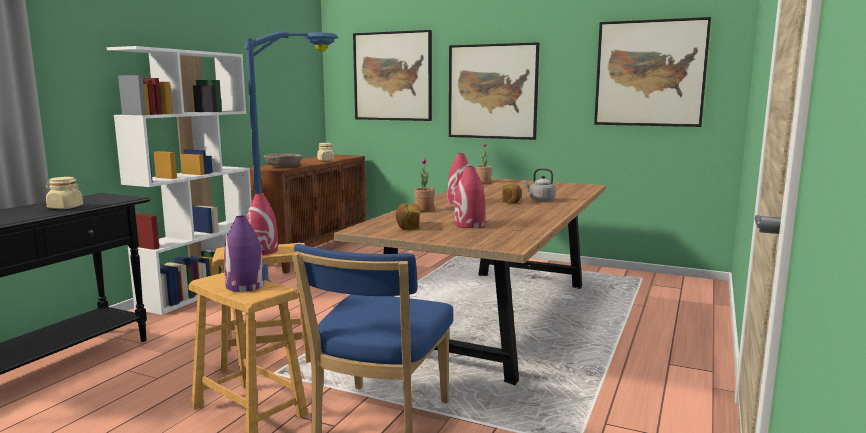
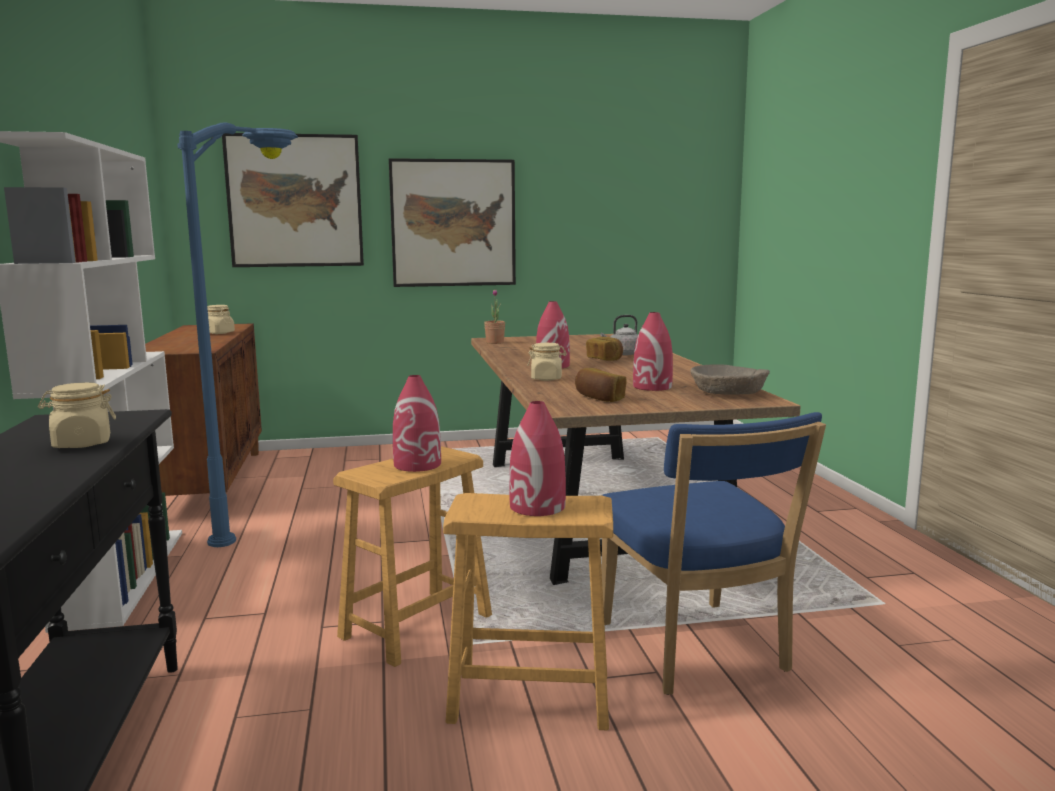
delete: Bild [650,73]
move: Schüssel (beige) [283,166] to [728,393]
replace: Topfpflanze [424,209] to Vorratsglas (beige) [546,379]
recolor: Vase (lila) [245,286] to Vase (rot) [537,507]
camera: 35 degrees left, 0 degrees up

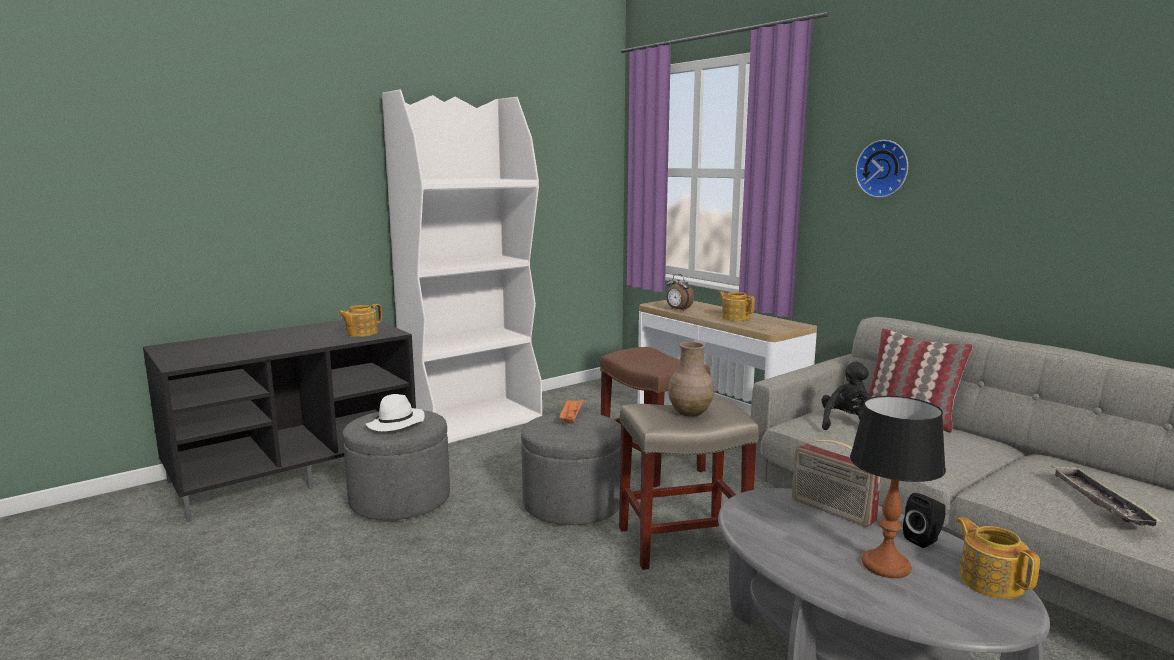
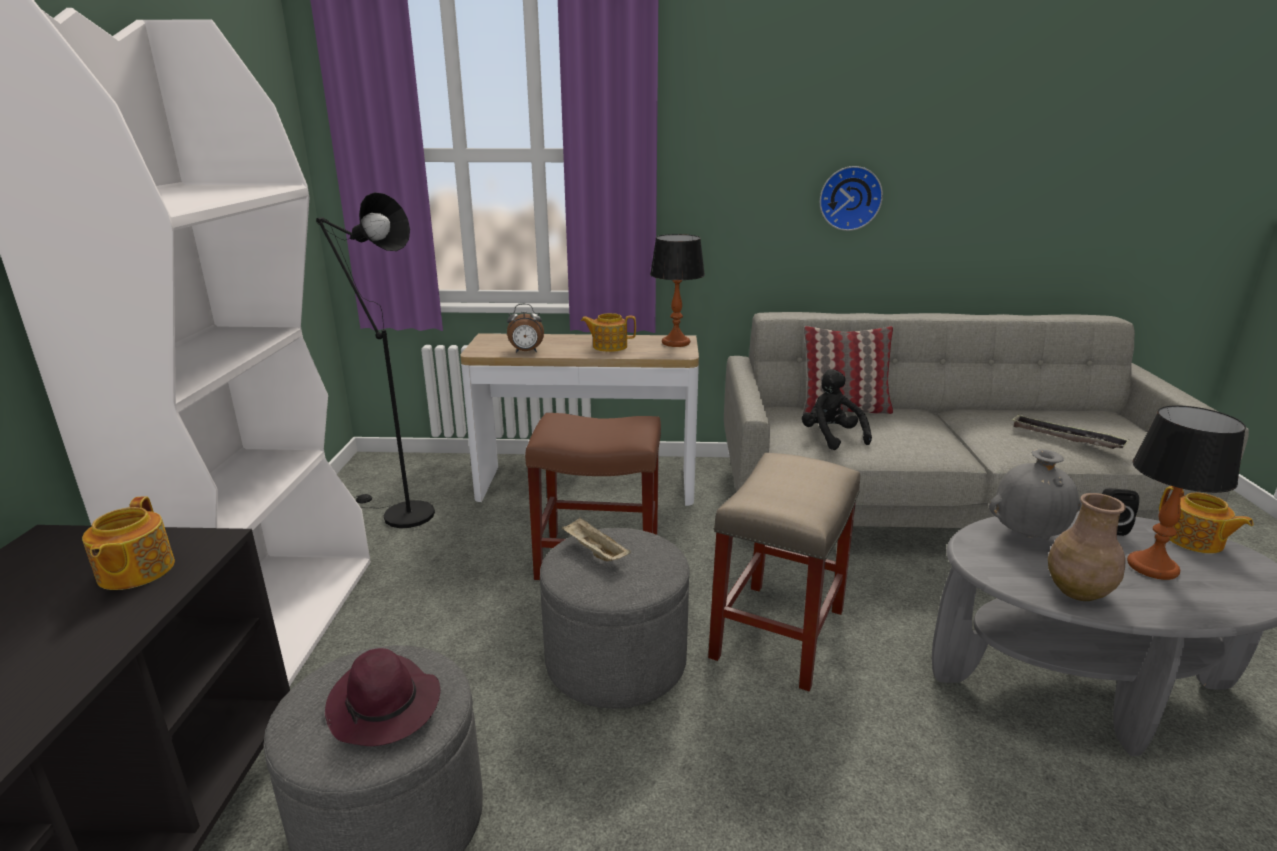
insert: Stehlampe (schwarz) [400,513]; Tischlampe [676,343]
move: Vase (braun) [689,412] to [1078,592]; Wanduhr [883,168] to [849,198]
replace: Radio [831,511] to Vase (grau) [1028,535]
recolor: Hut (weiß) [396,424] to Hut (lila) [385,707]; Tablett (orange) [571,418] to Tablett (beige) [594,552]
rotate: Teekanne [990,581] = [1194,541] 135 degrees counterclockwise
camera: 50 degrees left, 10 degrees up

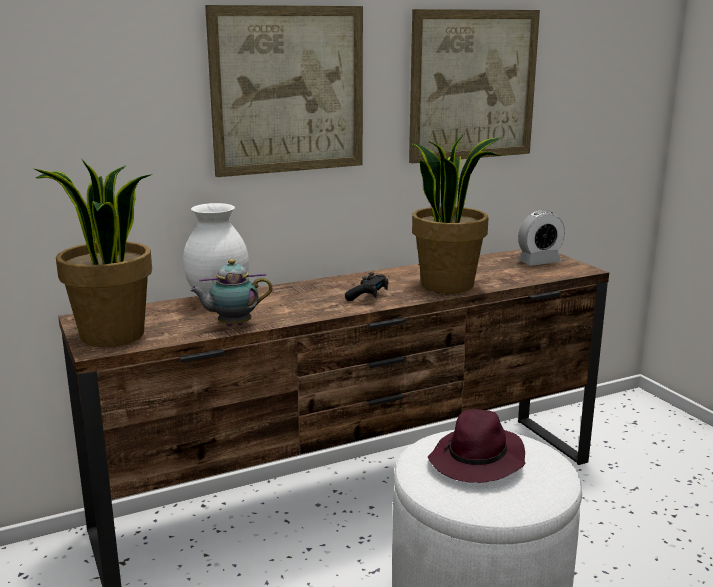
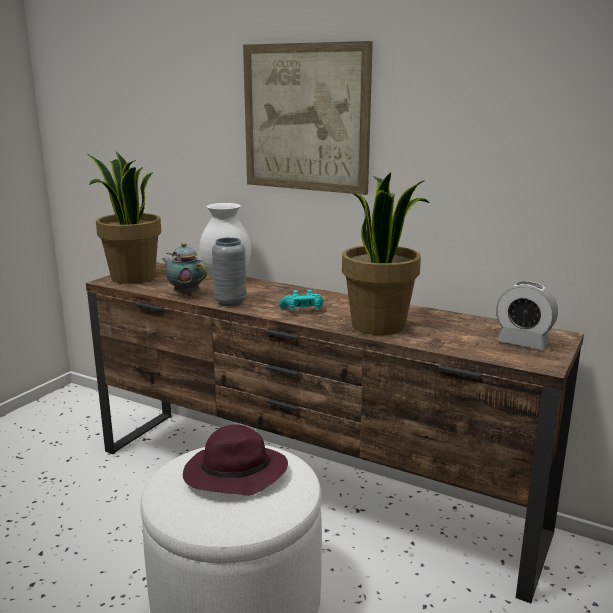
delete: Bild [473,85]
insert: Vase (grau) [230,302]
recolor: Gamepad (schwarz) [368,296] to Gamepad (türkis) [302,310]
camera: 55 degrees right, 0 degrees up

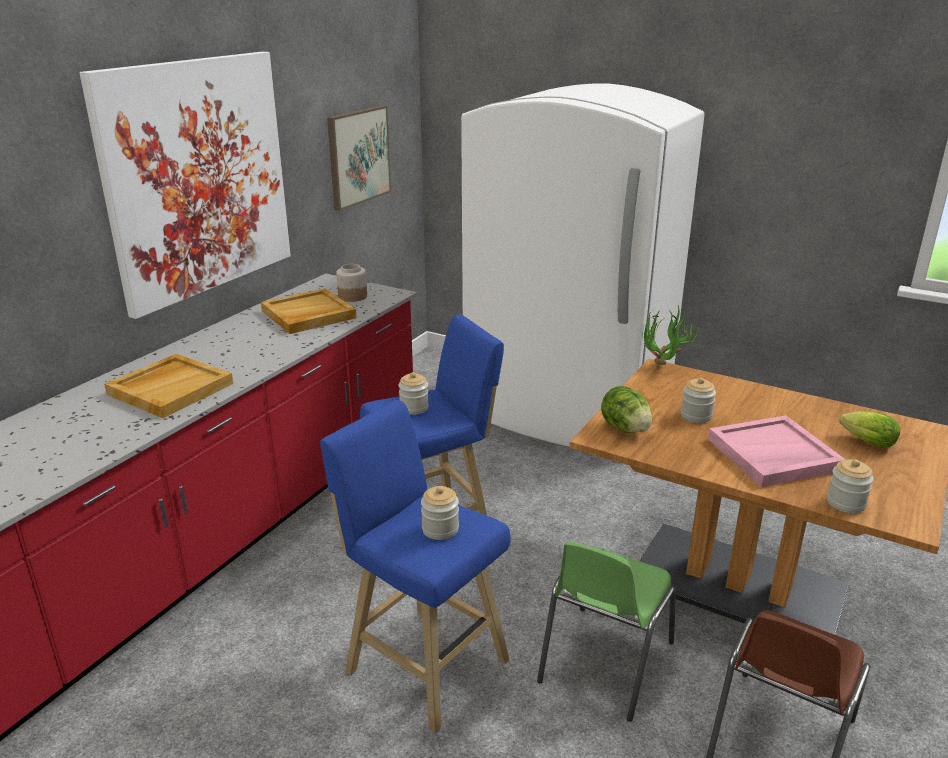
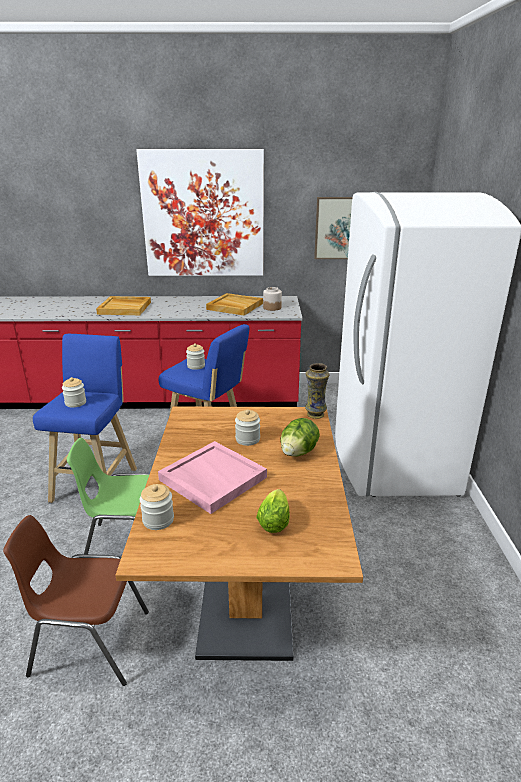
move: Salatkopf [625,429] to [298,452]
replace: Topfpflanze [663,368] to Vase [315,414]
camera: 60 degrees right, 0 degrees up

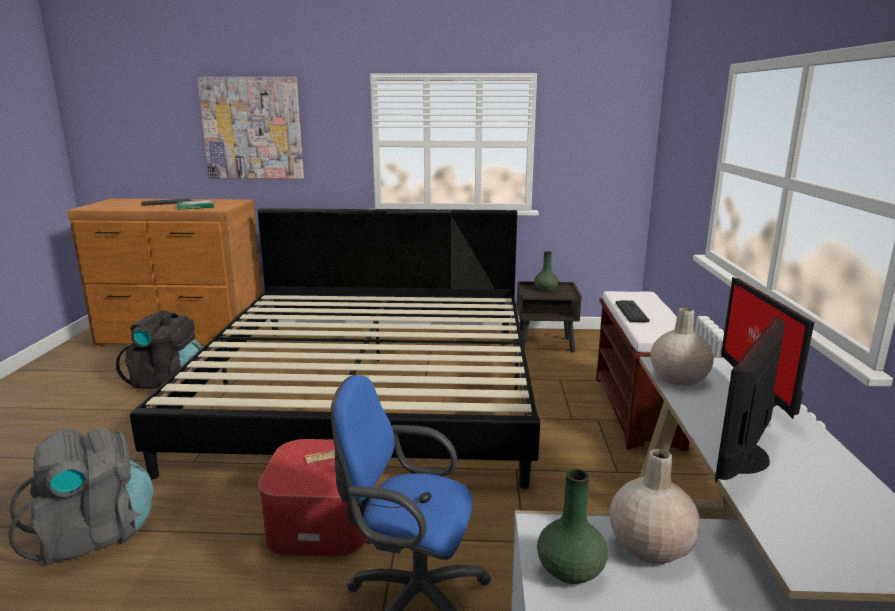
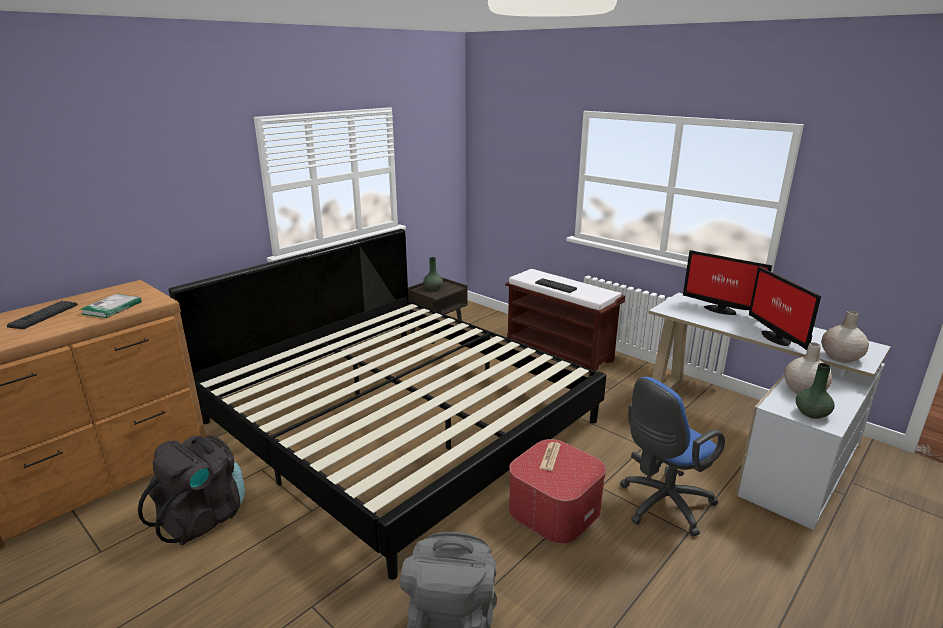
delete: Bild [252,128]
move: Vase (beige) [678,378] to [840,357]
camera: 50 degrees left, 5 degrees up

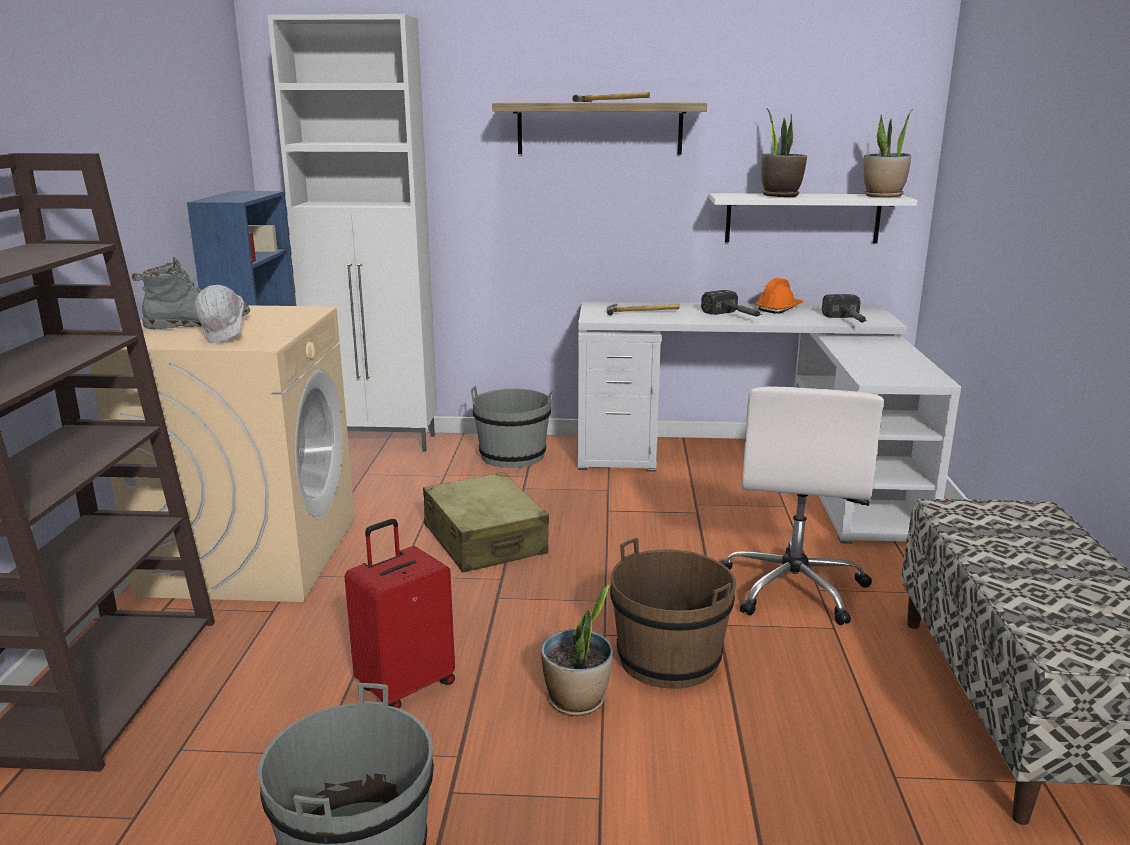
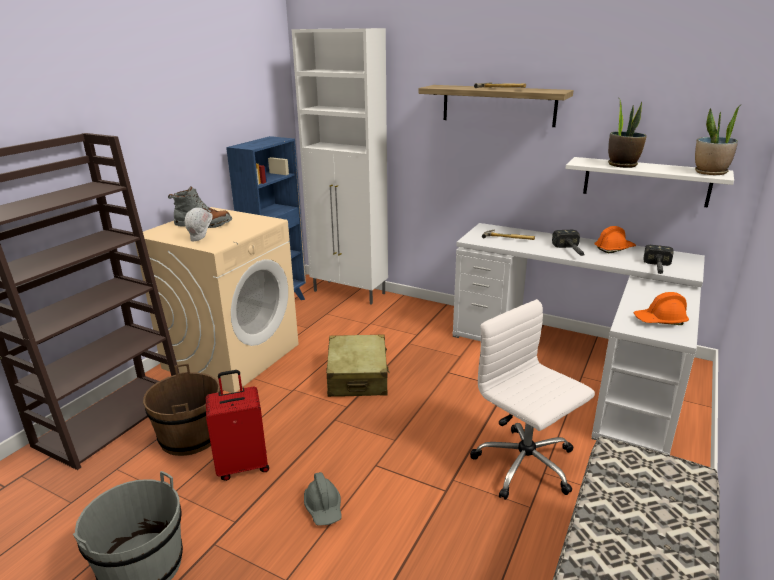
delete: Eimer (grau) [512,456]
insert: Schutzhelm (orange) [660,320]
move: Eimer (braun) [669,659] to [190,436]
replace: Topfpflanze [577,701] to Schutzhelm (grau) [324,507]
rotate: Bürostuhl (weiß) [793,588] = [526,466] 105 degrees clockwise
camera: 25 degrees right, 5 degrees up

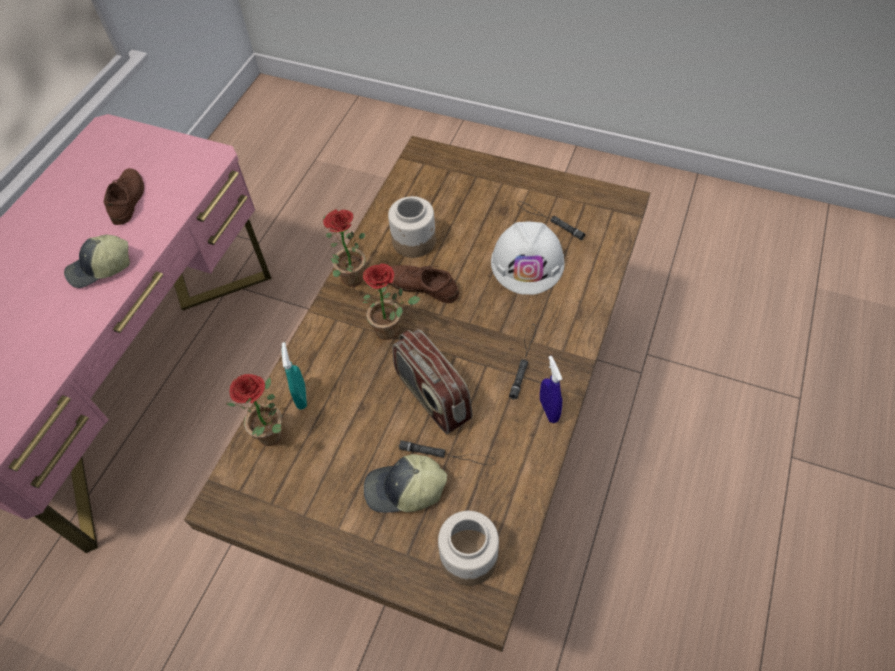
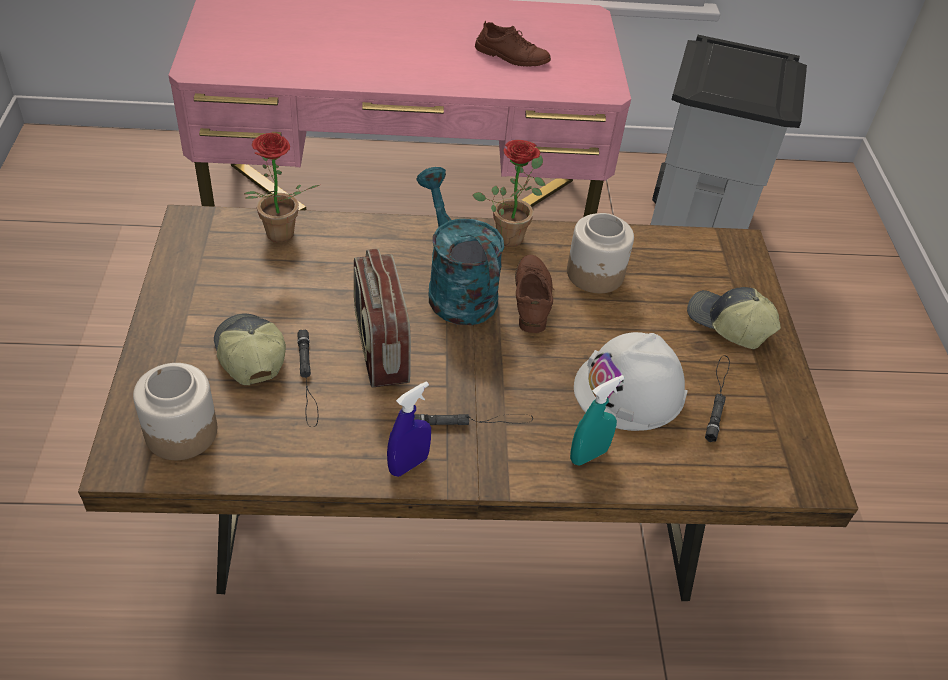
insert: Mülleimer (grau) [698,223]
move: Kappe [101,269] to [728,324]; Sprühflasche (türkis) [301,397] to [588,455]
replace: Topfpflanze [392,329] to Gießkanne (türkis) [456,289]
rotate: Schuh (braun) [128,199] = [511,56] 45 degrees clockwise; Radio [432,397] = [379,347] 45 degrees counterclockwise
camera: 60 degrees right, 10 degrees down

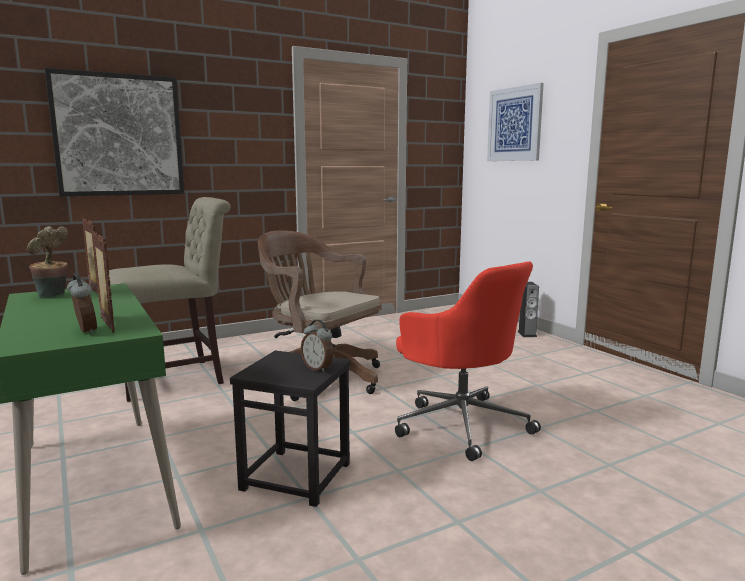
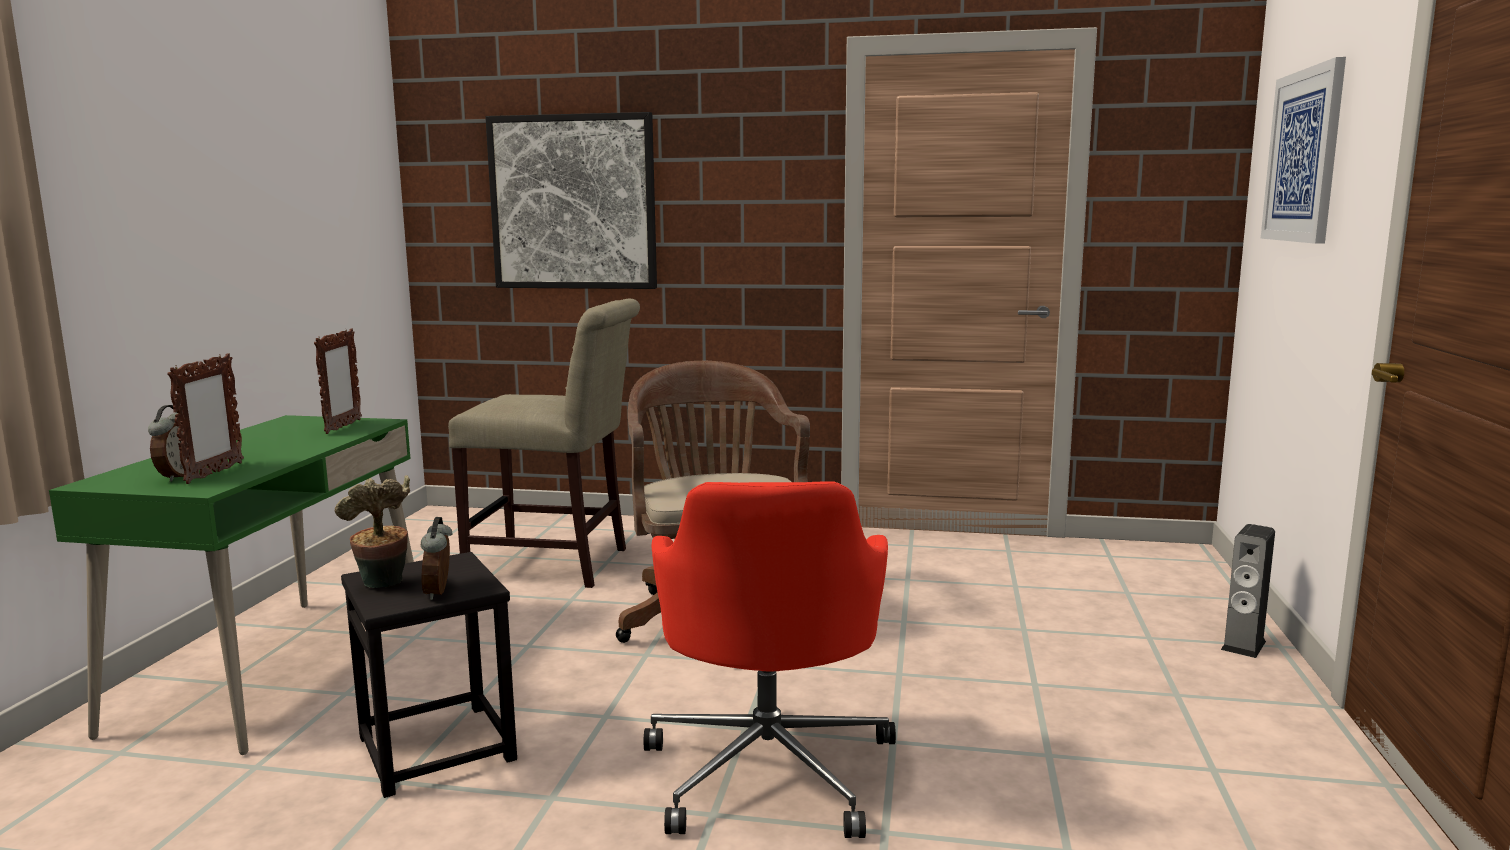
move: Topfpflanze [53,296] to [383,586]
camera: 40 degrees right, 0 degrees up

